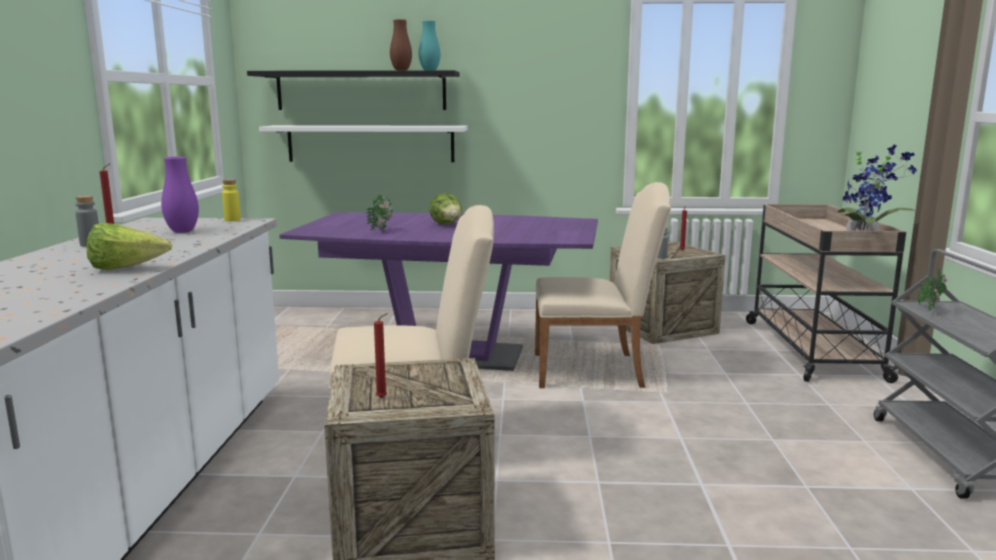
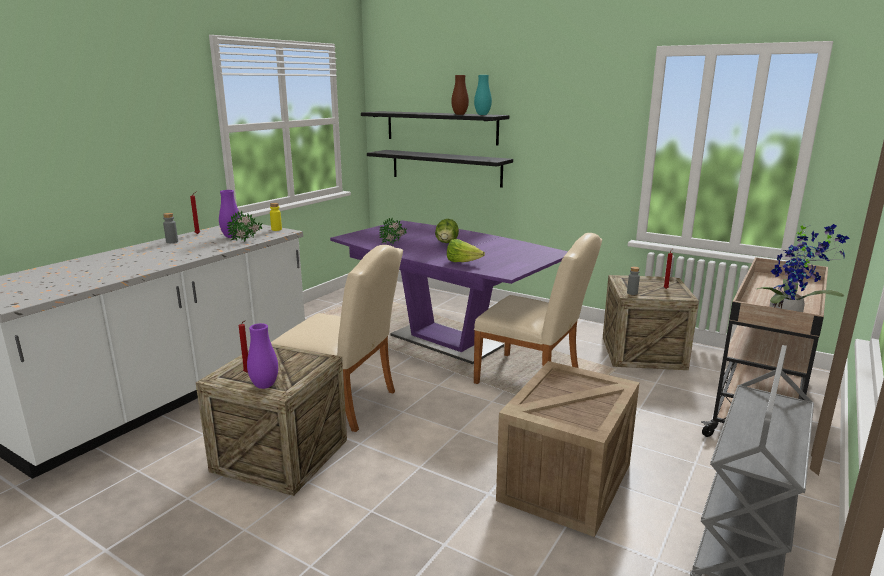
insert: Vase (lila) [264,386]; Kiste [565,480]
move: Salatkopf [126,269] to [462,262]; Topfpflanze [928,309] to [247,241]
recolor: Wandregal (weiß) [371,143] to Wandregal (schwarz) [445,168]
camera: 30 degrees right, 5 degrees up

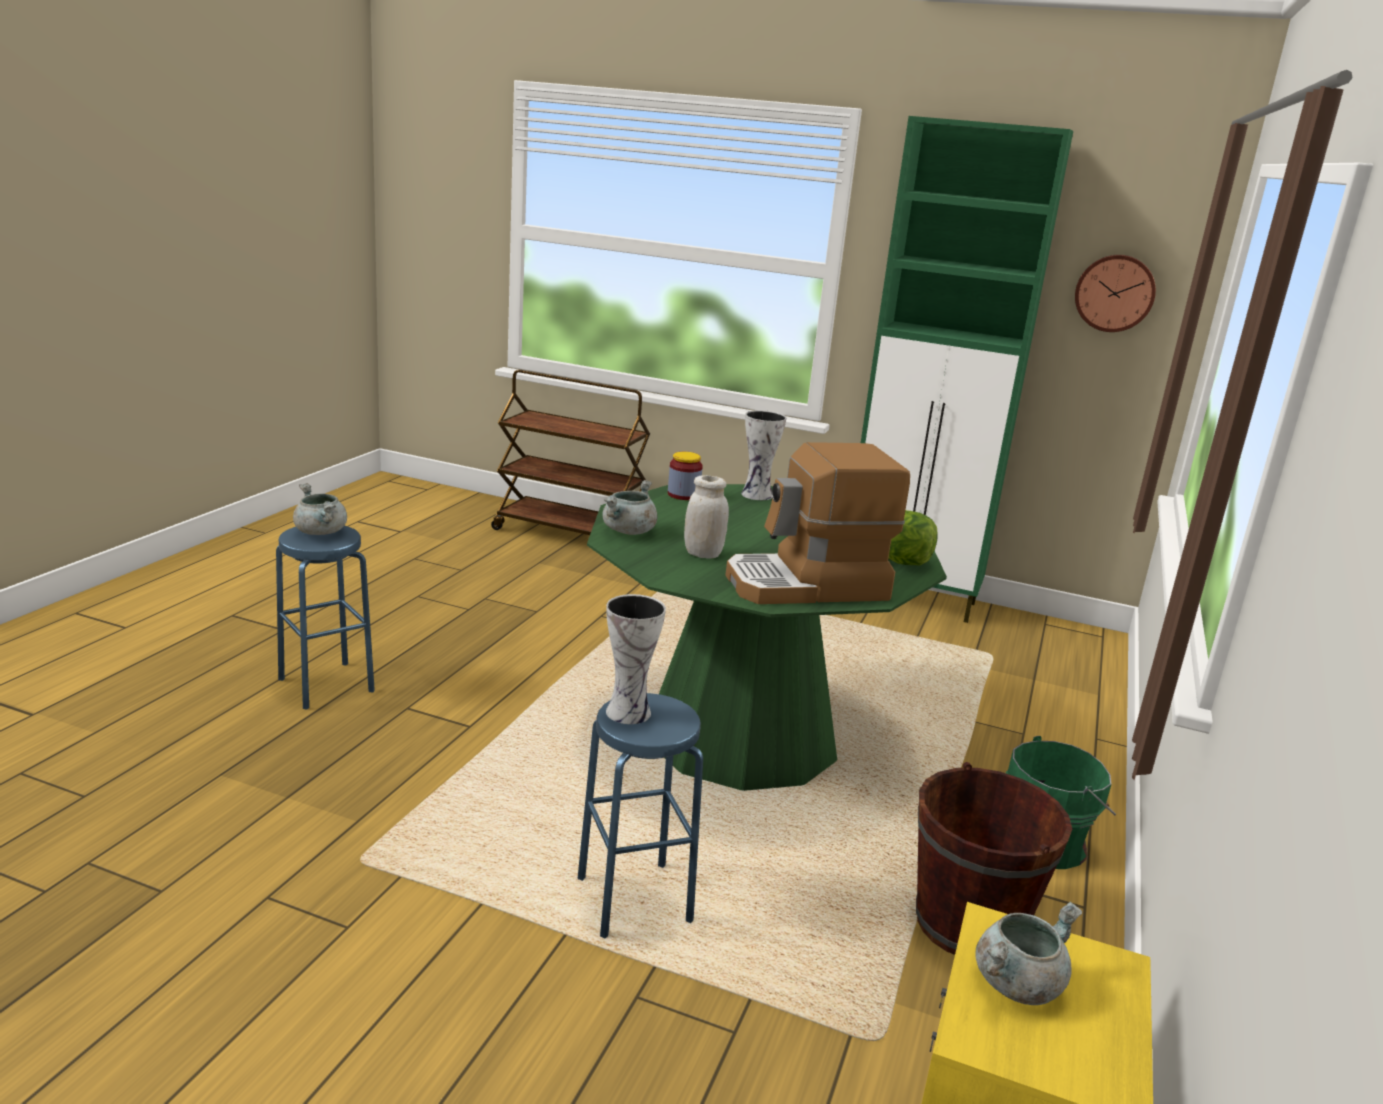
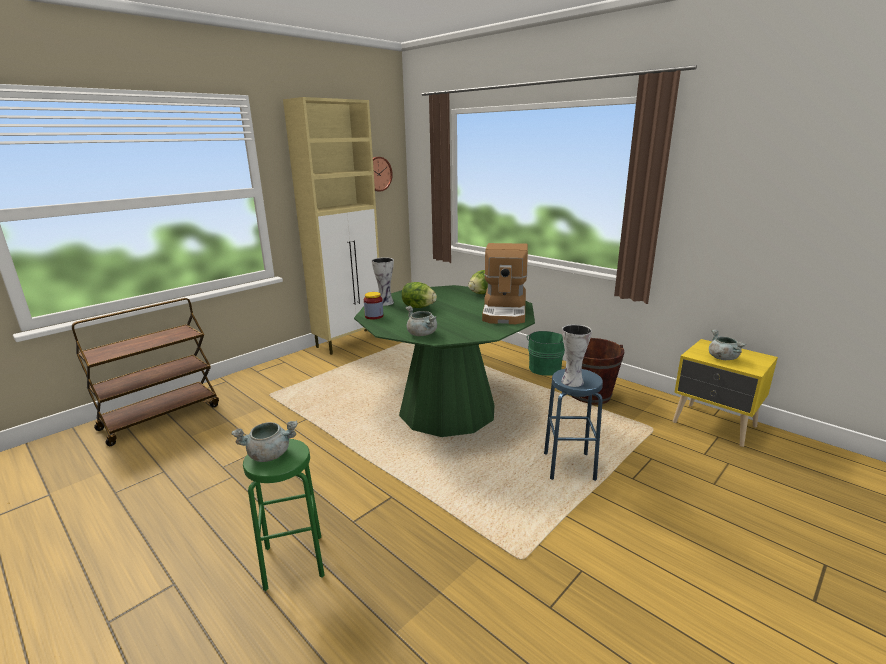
delete: Vorratsglas (weiß) [703,554]
insert: Salatkopf [418,307]
recolor: Hocker (blau) [326,685] to Hocker (grün) [293,561]; Schrank (grün) [911,600] to Schrank (beige) [350,341]
camera: 65 degrees left, 0 degrees up

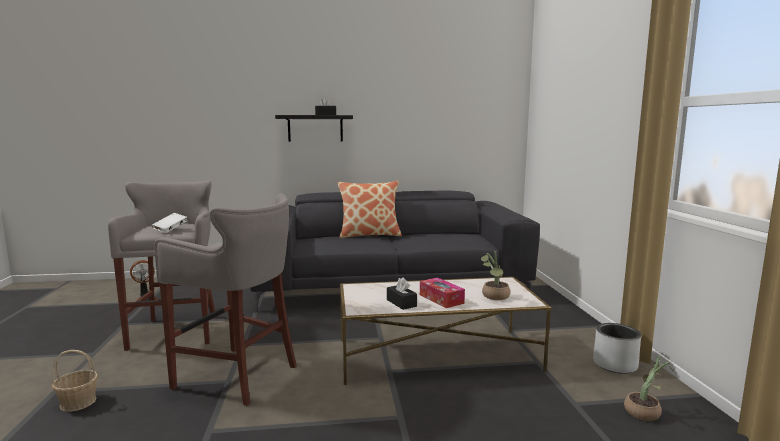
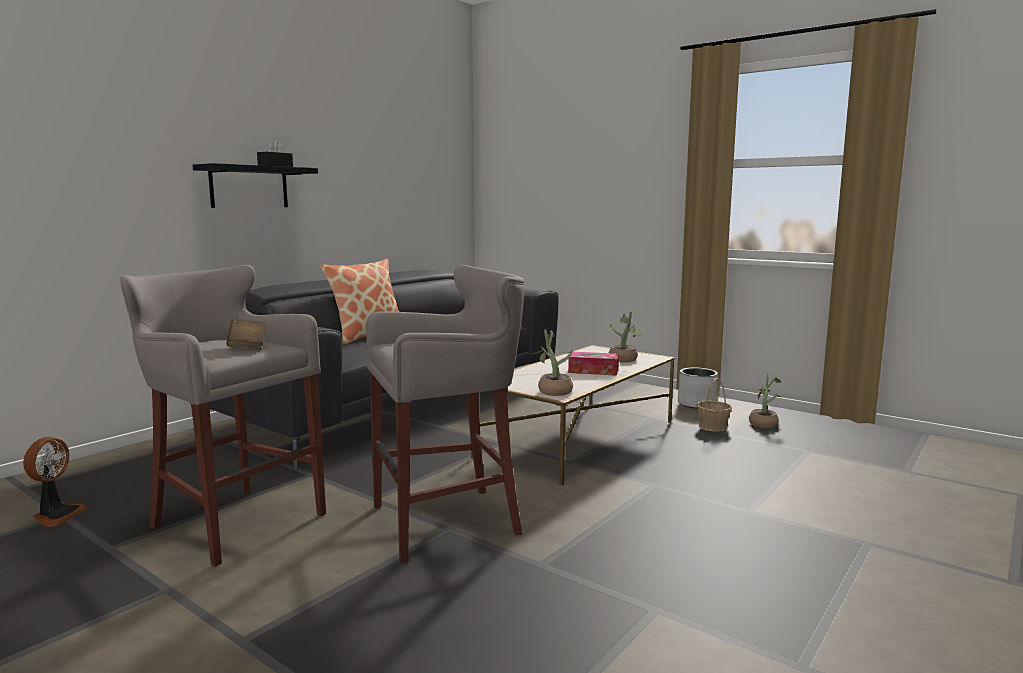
delete: Taschentuchbox (schwarz) [401,303]
insert: Topfpflanze [552,390]
move: Korb [78,402] to [712,427]
recolor: Buch (weiß) [170,230] to Buch (braun) [247,346]
camera: 45 degrees left, 0 degrees up

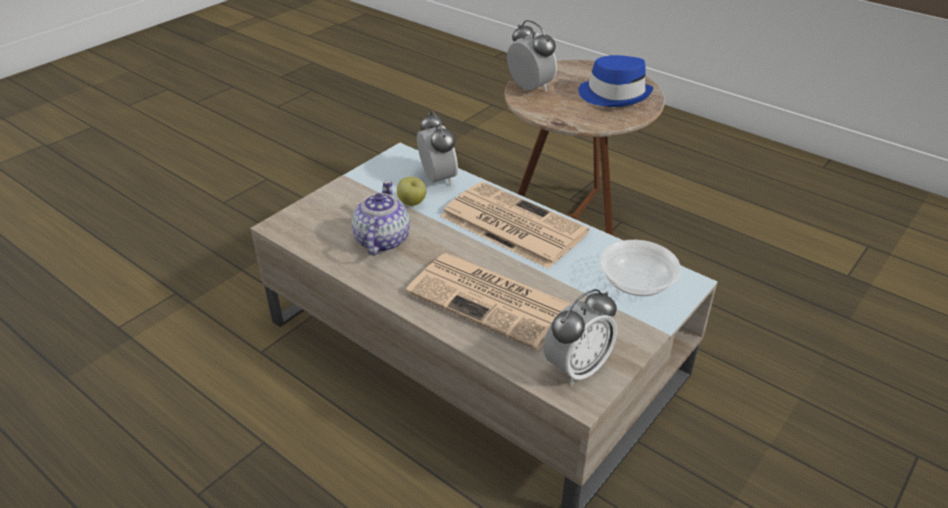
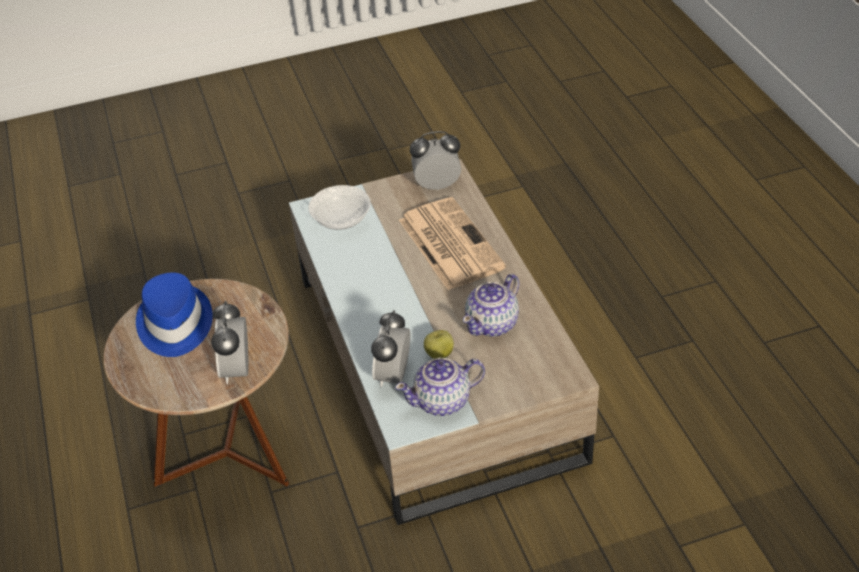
delete: Zeitung [510,224]
insert: Teekanne [443,401]
camera: 145 degrees left, 5 degrees up

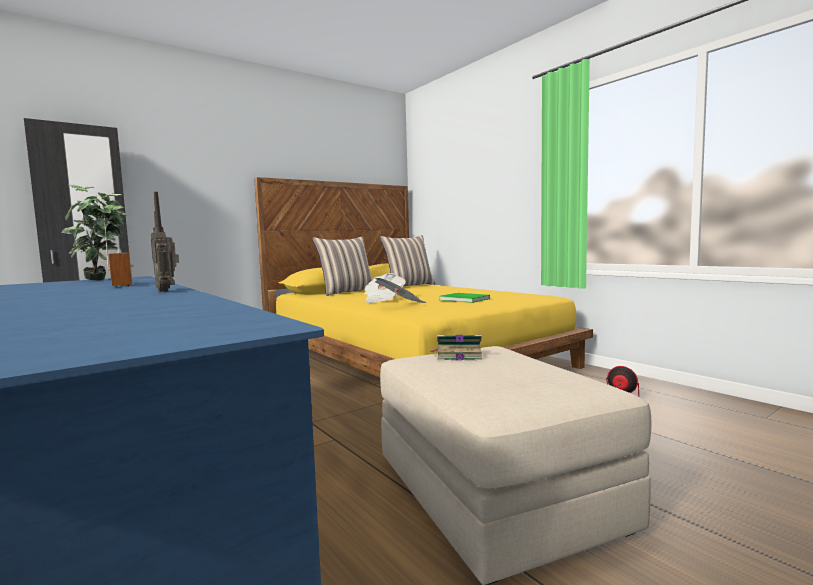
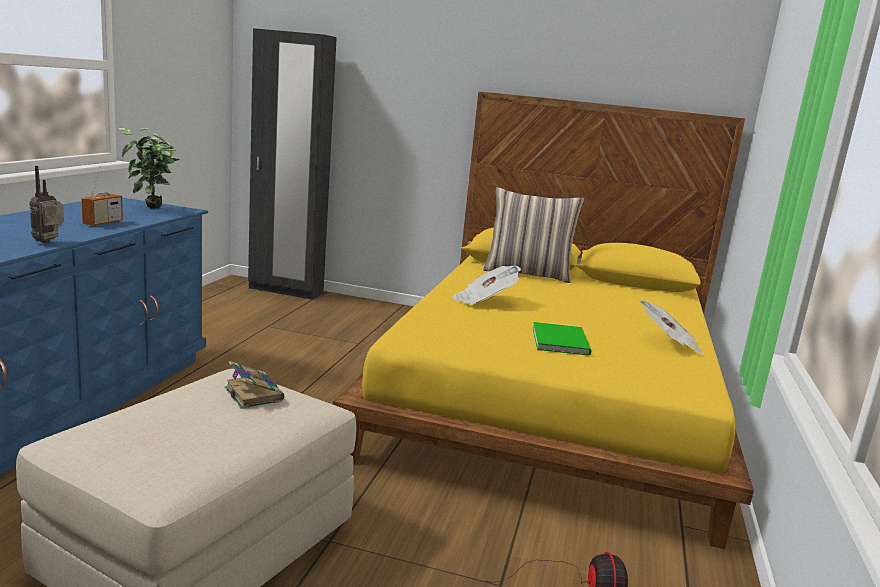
delete: Kissen [409,286]
move: Zeitung [401,304] to [668,344]
camera: 50 degrees right, 10 degrees up

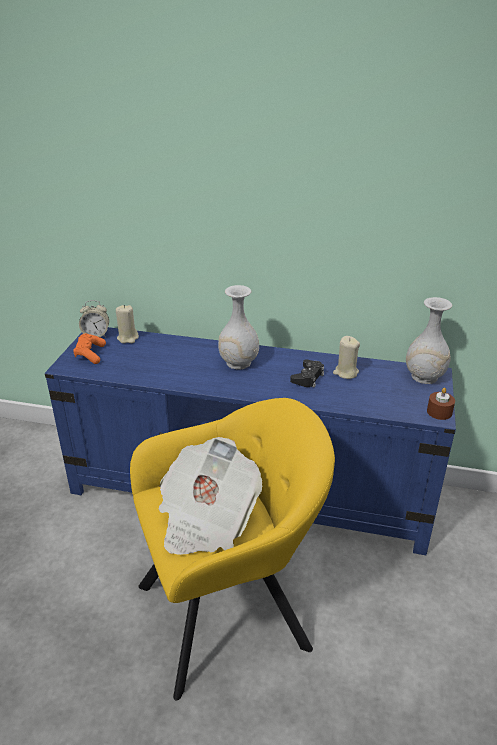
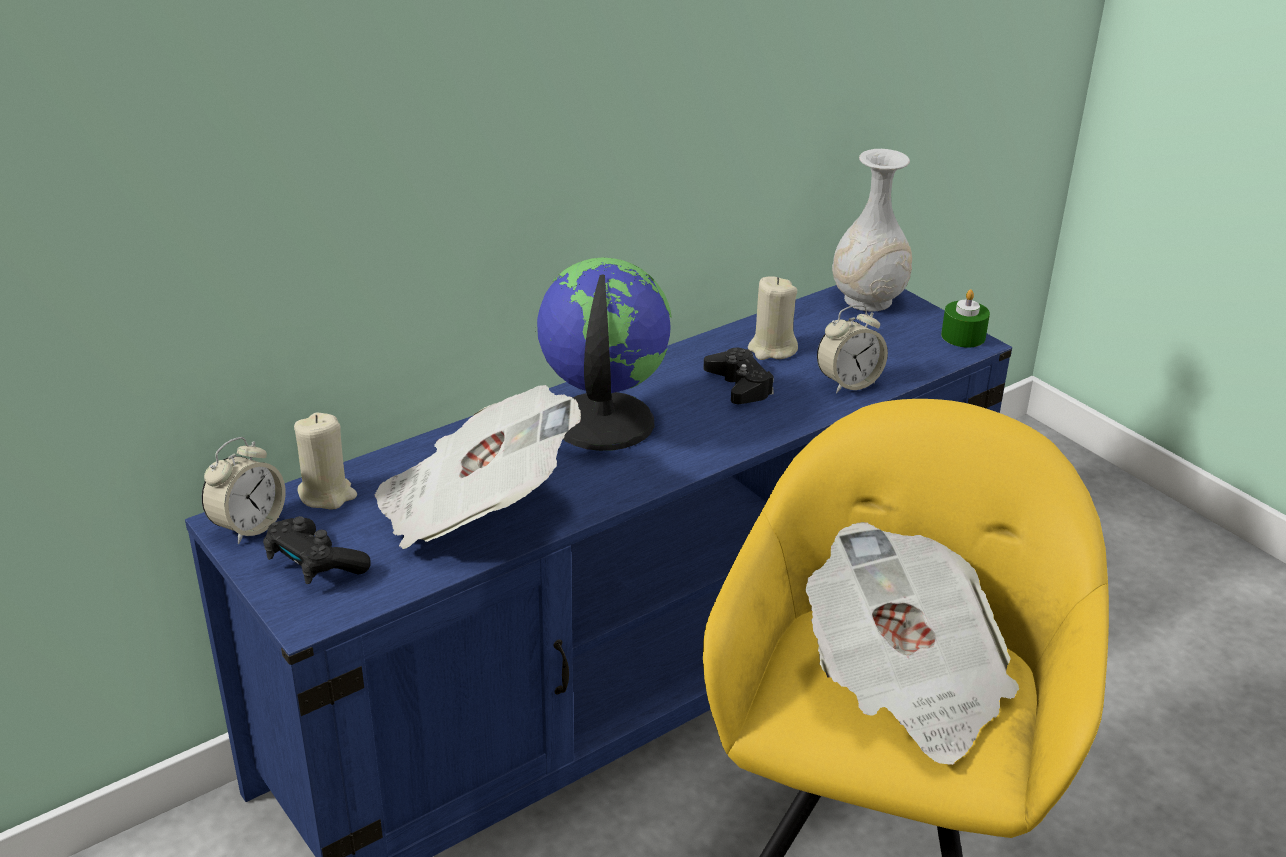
insert: Zeitung [474,509]; Wecker [848,383]
replace: Vase (weiß) [238,362] to Globus [601,422]
recolor: Gamepad (orange) [90,354] to Gamepad (schwarz) [315,565]; Kerze (braun) [439,412] to Kerze (grün) [963,336]
camera: 50 degrees left, 0 degrees up

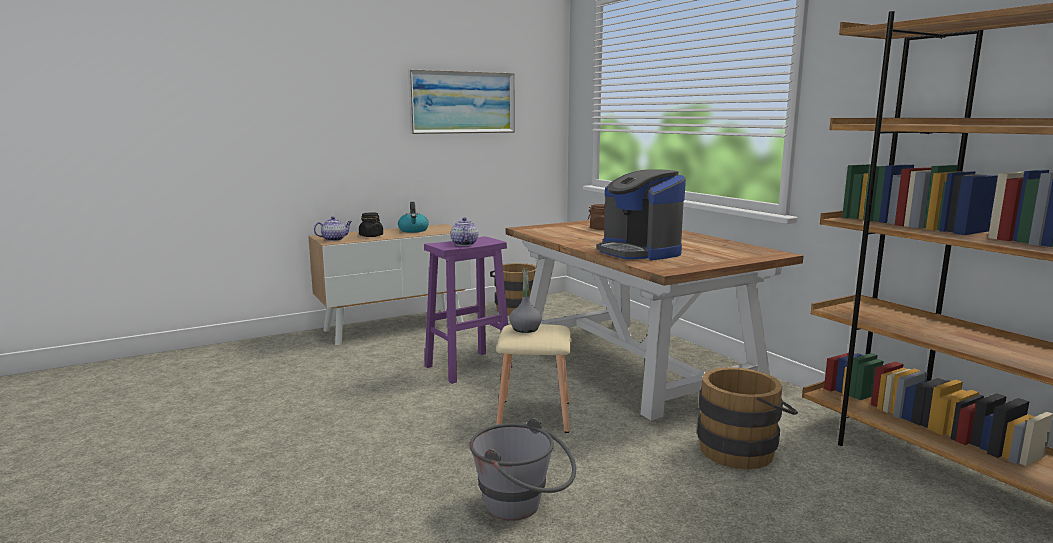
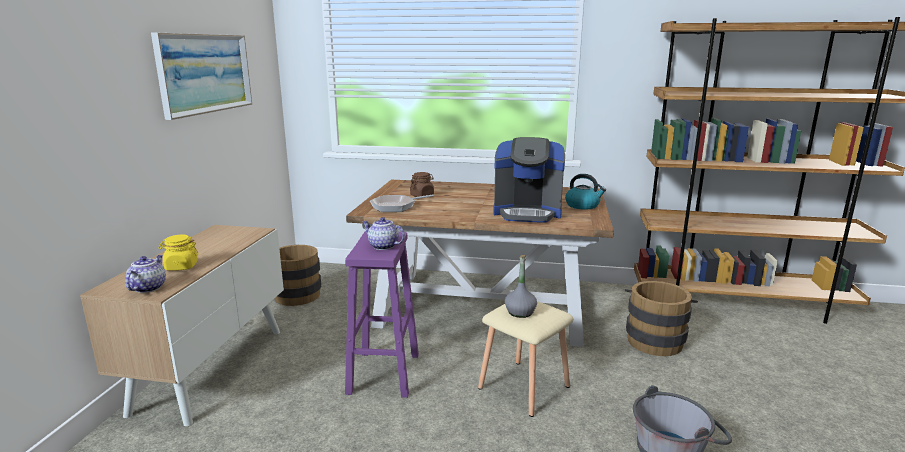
insert: Pfanne [396,206]
move: Wasserkessel [413,230] to [583,205]
recolor: Vorratsglas (schwarz) [371,236] to Vorratsglas (gelb) [181,267]
camera: 50 degrees left, 5 degrees up

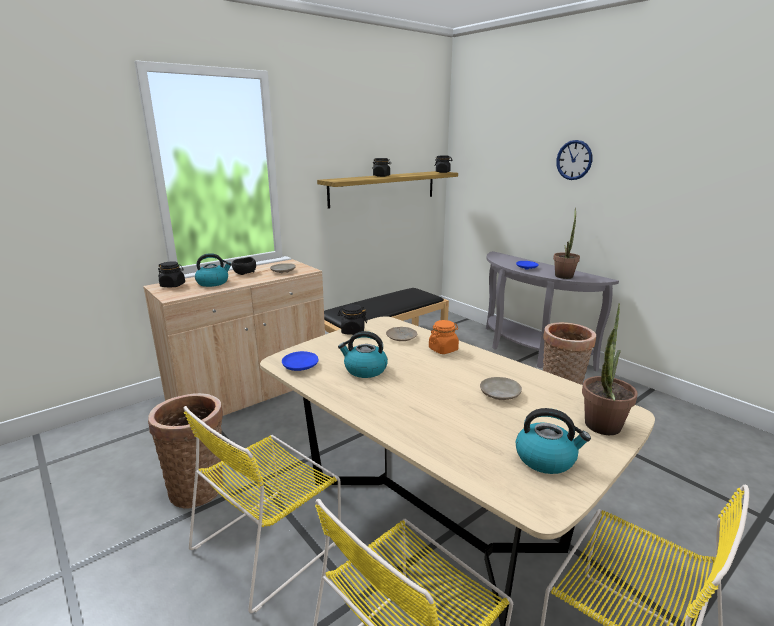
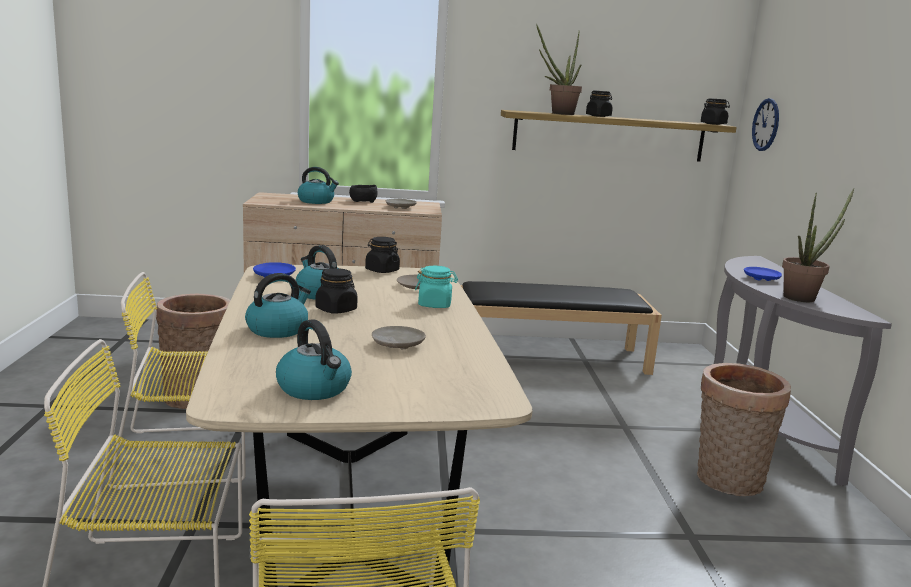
insert: Wasserkessel [278,329]
move: Vorratsglas (schwarz) [173,285] to [336,310]; Wanduhr [574,160] to [766,125]; Topfpflanze [601,429] to [558,113]
recolor: Vorratsglas (orange) [443,349] to Vorratsglas (türkis) [435,305]
camera: 35 degrees right, 5 degrees down

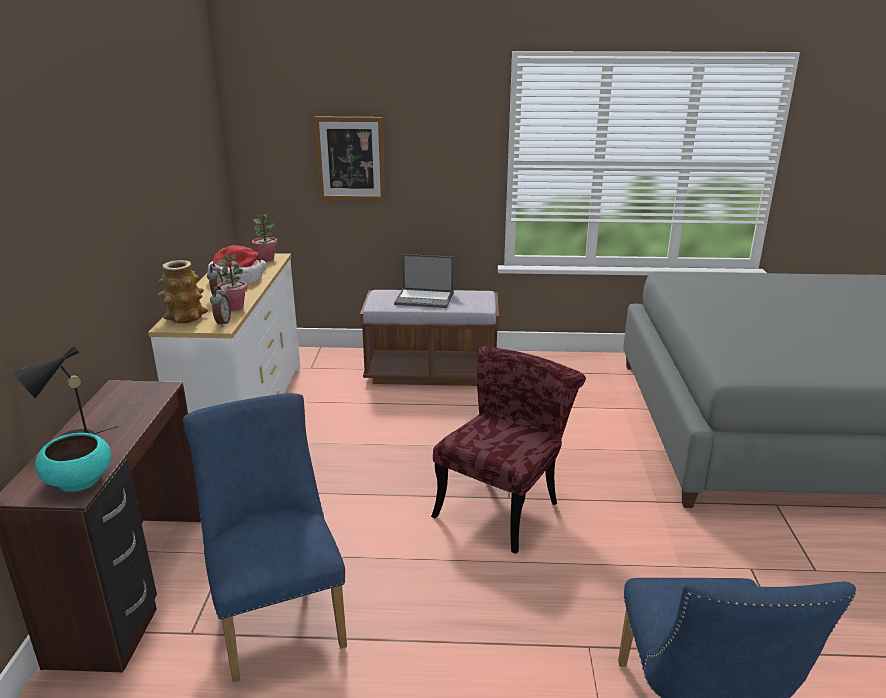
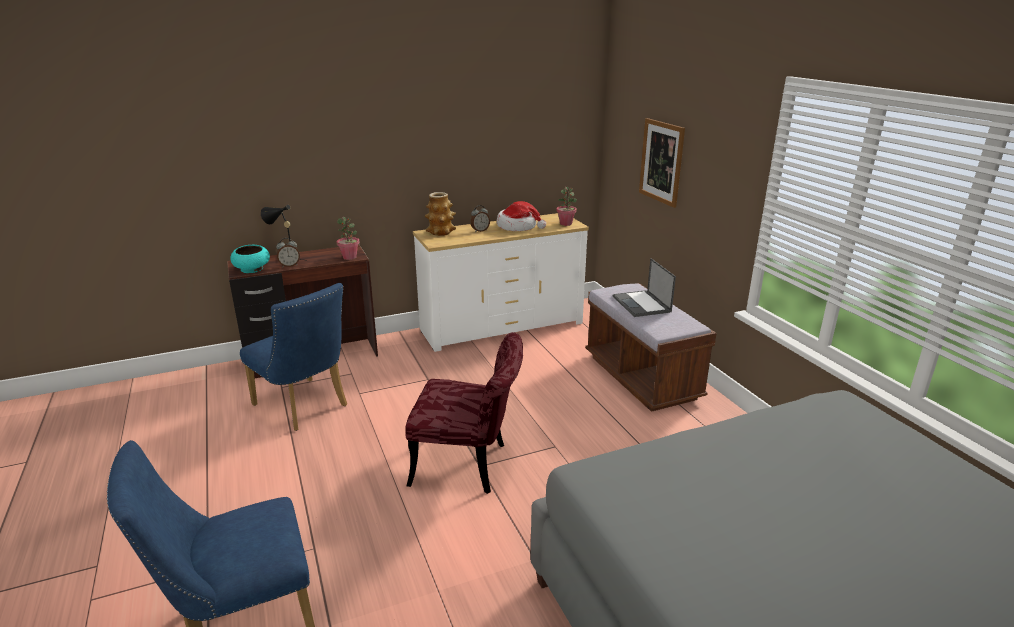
move: Wecker [222,323] to [289,265]; Topfpflanze [235,307] to [349,257]
rotate: Stuhl (blau) [277,614] = [305,408] 90 degrees clockwise
camera: 65 degrees right, 0 degrees up

